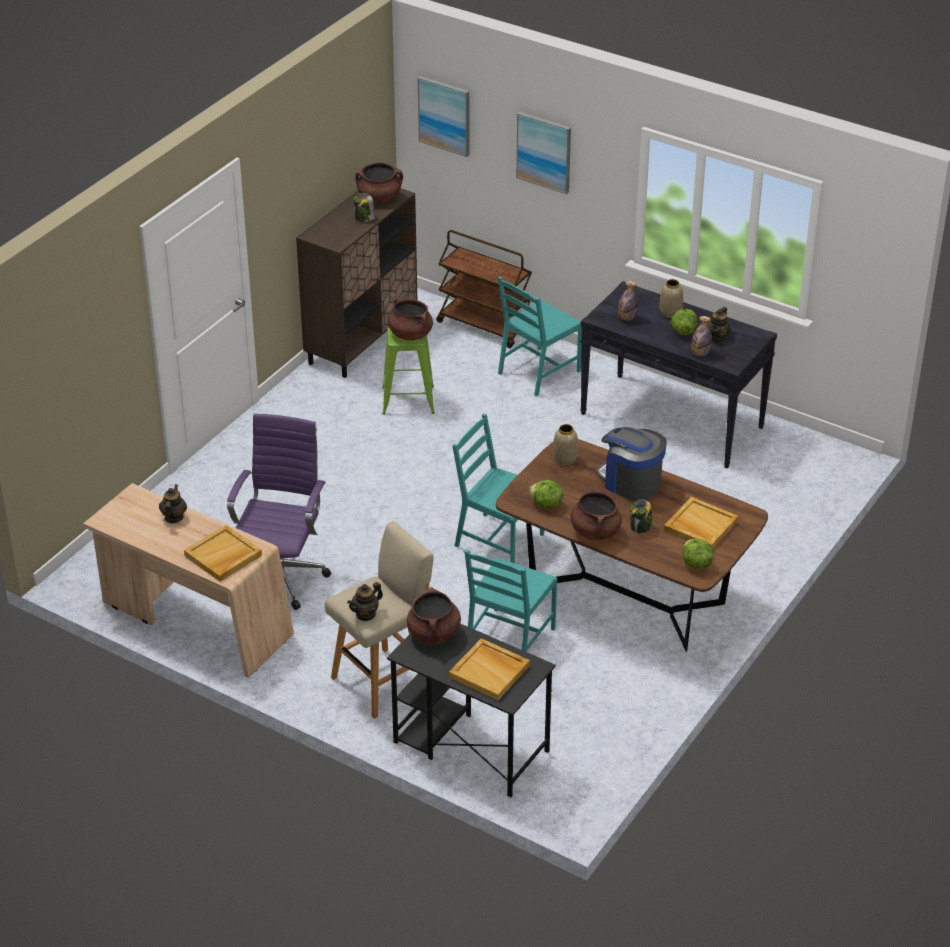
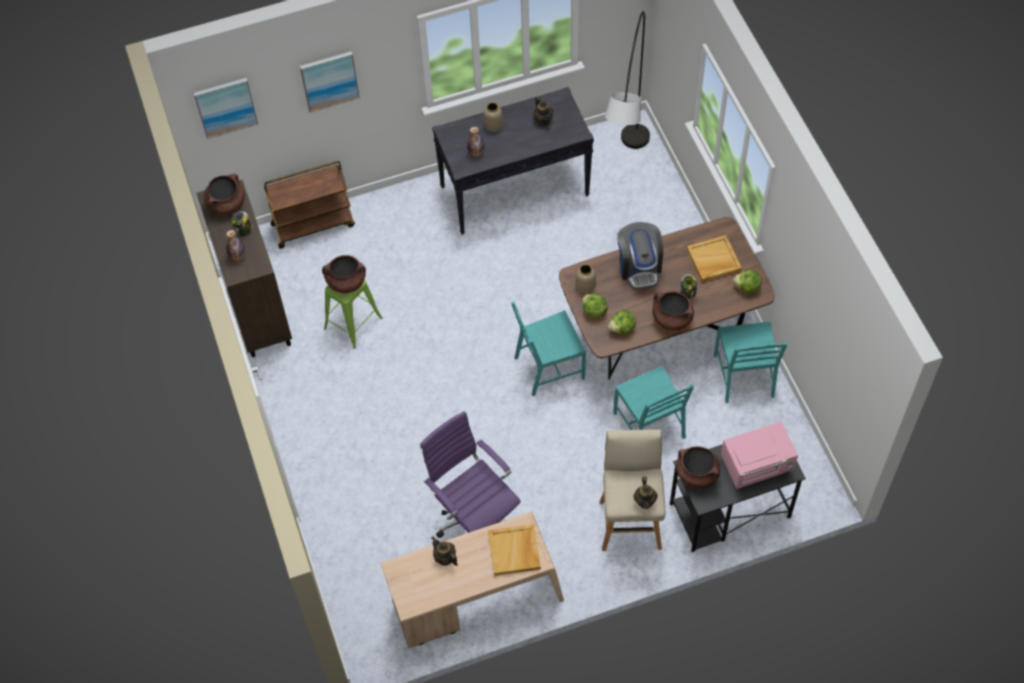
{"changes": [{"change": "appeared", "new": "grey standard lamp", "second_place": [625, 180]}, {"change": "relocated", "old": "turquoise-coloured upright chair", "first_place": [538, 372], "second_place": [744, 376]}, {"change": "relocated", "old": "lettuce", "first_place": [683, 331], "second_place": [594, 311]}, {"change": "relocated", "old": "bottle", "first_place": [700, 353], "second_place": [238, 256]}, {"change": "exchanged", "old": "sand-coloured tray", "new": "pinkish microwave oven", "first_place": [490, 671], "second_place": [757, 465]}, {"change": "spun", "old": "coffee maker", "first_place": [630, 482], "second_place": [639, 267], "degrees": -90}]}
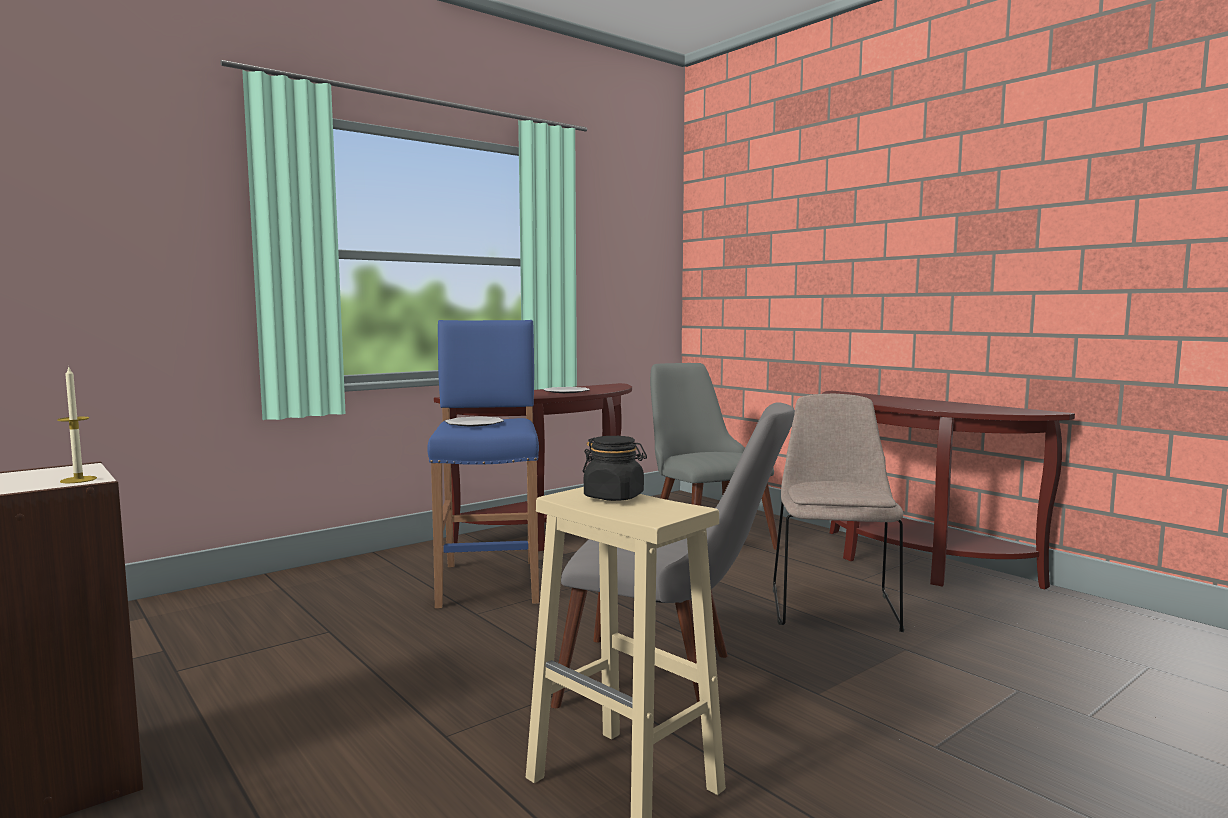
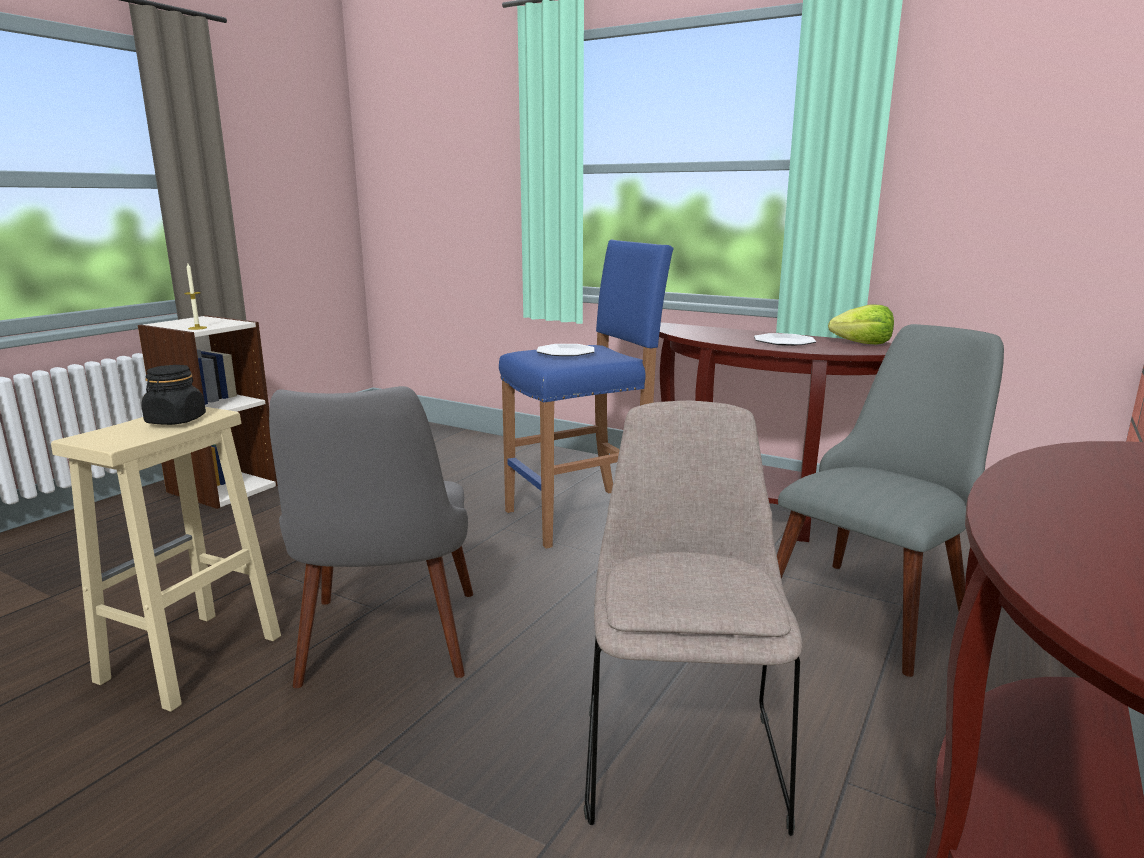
{"changes": [{"change": "appeared", "new": "lettuce", "second_place": [863, 344]}, {"change": "spun", "old": "sand-coloured upright chair", "first_place": [833, 606], "second_place": [682, 754], "degrees": -75}]}
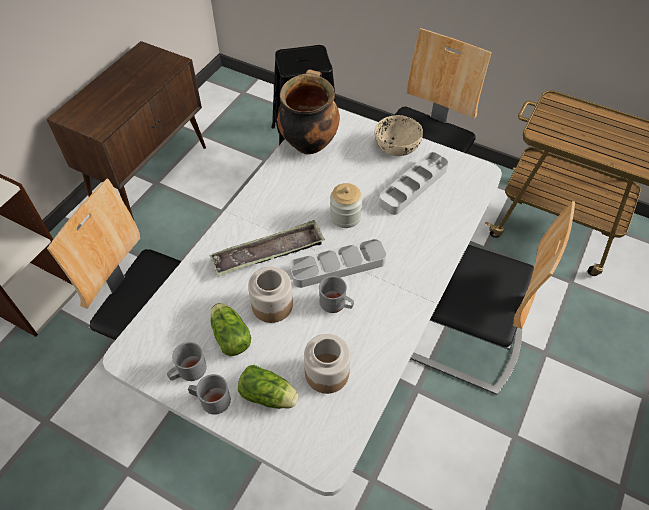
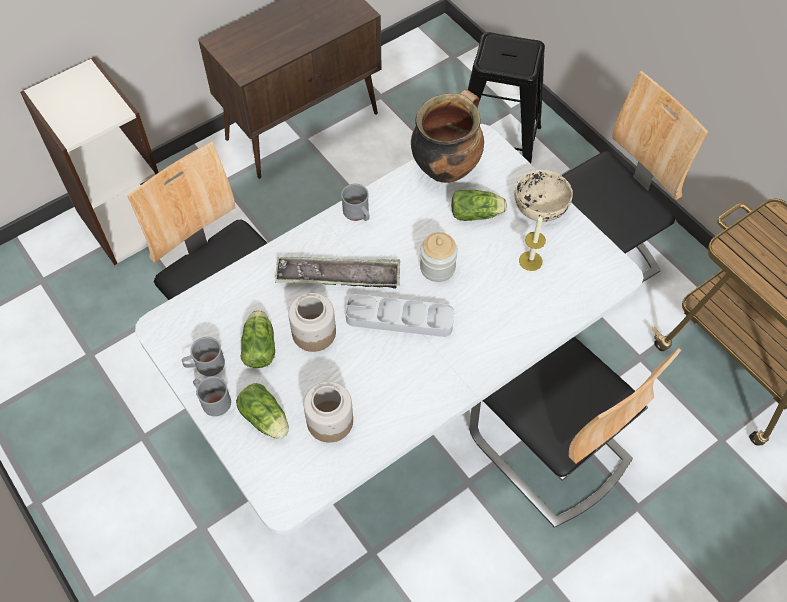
{"changes": [{"change": "appeared", "new": "lettuce", "second_place": [478, 214]}, {"change": "relocated", "old": "grey tea mug", "first_place": [336, 304], "second_place": [358, 213]}, {"change": "exchanged", "old": "grey tray", "new": "wax candle", "first_place": [413, 186], "second_place": [530, 261]}]}
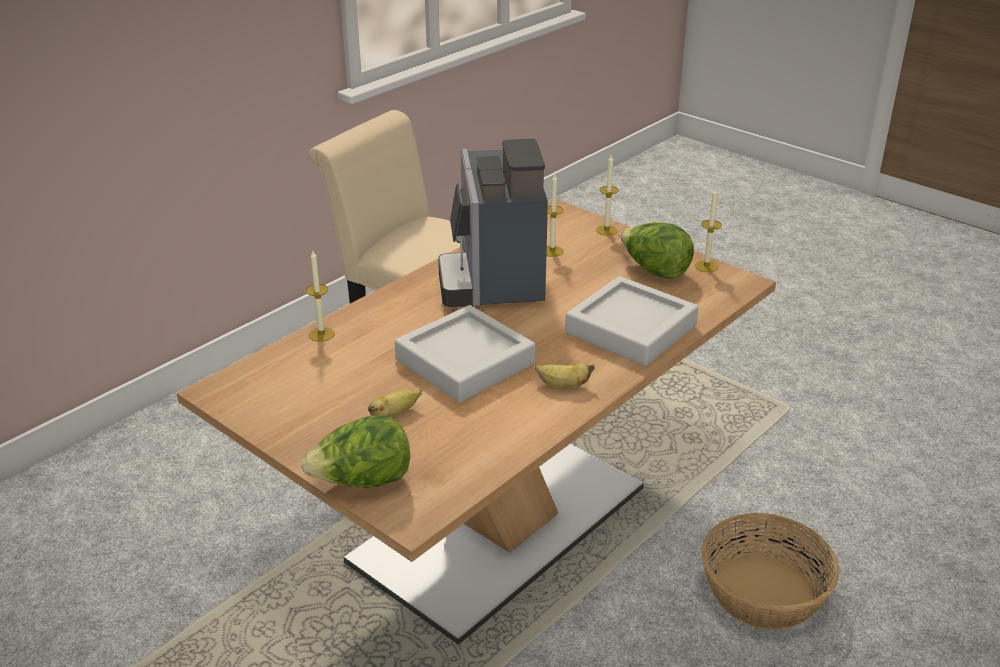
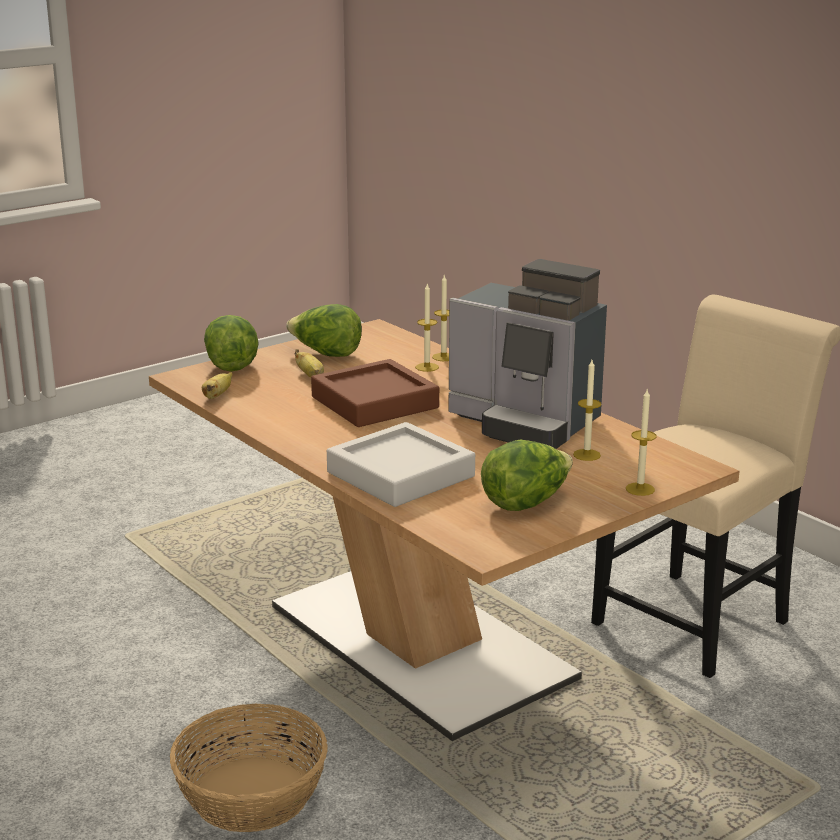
{"changes": [{"change": "appeared", "new": "lettuce", "second_place": [326, 354]}, {"change": "relocated", "old": "banana fruit", "first_place": [563, 385], "second_place": [217, 396]}, {"change": "relocated", "old": "wax candle", "first_place": [706, 266], "second_place": [427, 367]}, {"change": "colour", "old": "grey tray", "new": "brown tray", "first_place": [465, 362], "second_place": [374, 402]}, {"change": "spun", "old": "coffee maker", "first_place": [494, 279], "second_place": [525, 423], "degrees": -150}]}
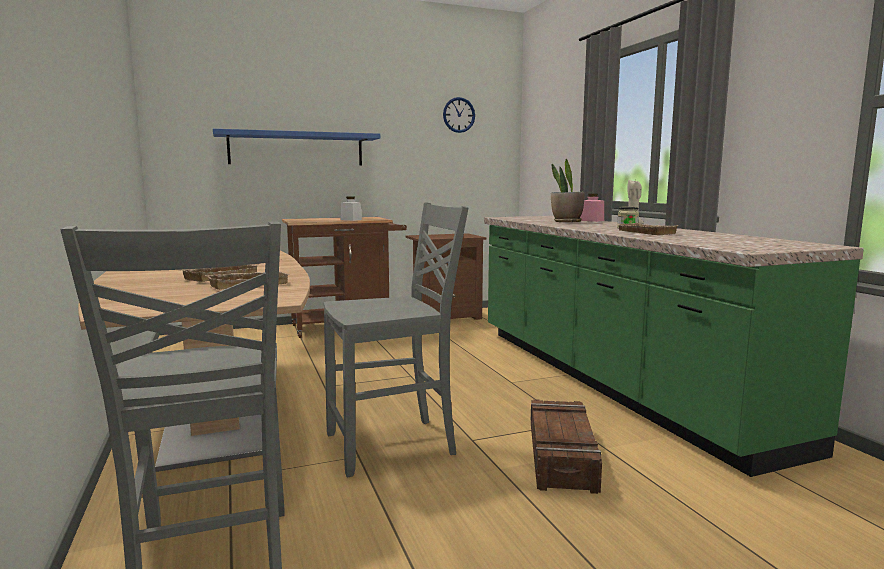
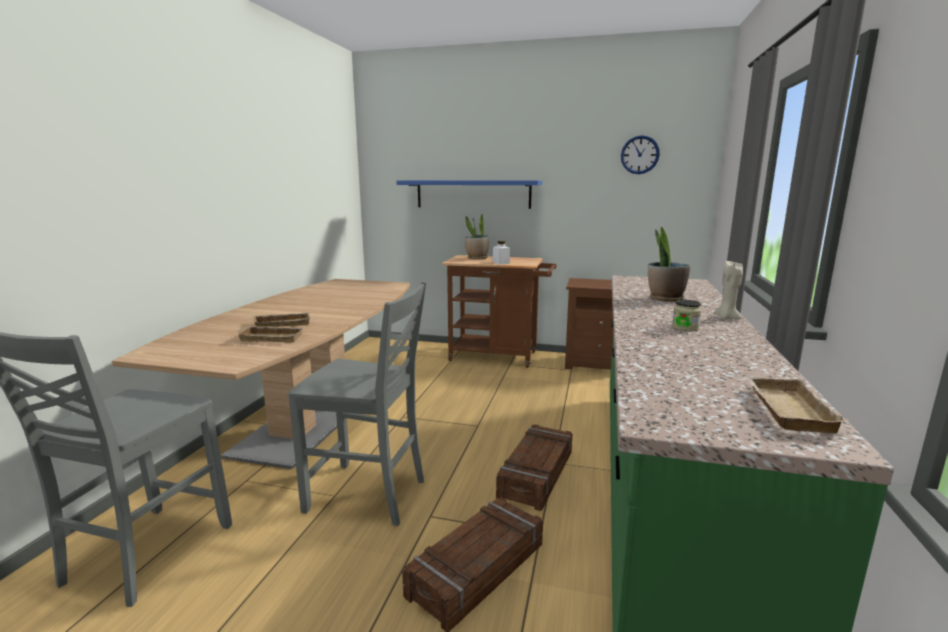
{"changes": [{"change": "missing", "old": "pinkish storage jar", "first_place": [591, 220]}, {"change": "appeared", "new": "houseplant", "second_place": [477, 258]}, {"change": "appeared", "new": "packing crate", "second_place": [537, 474]}, {"change": "relocated", "old": "sand-coloured tray", "first_place": [643, 233], "second_place": [785, 409]}]}
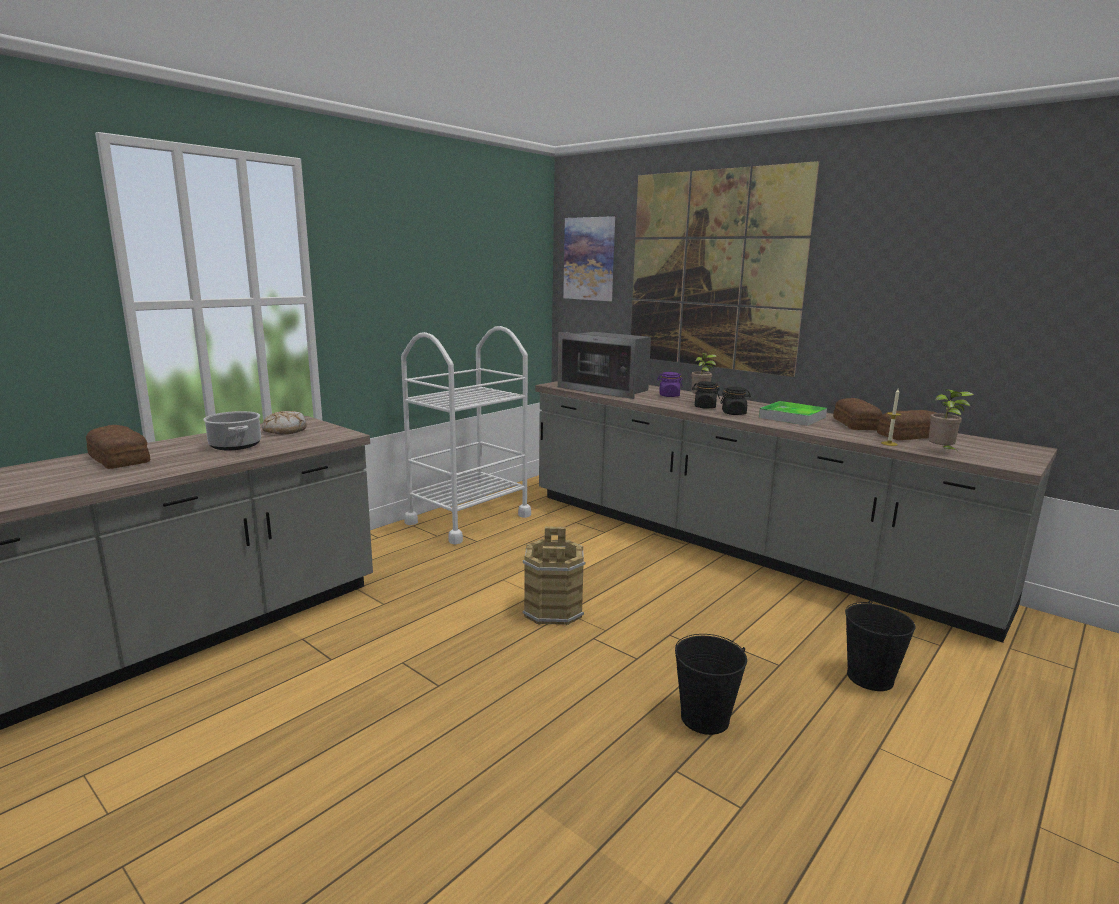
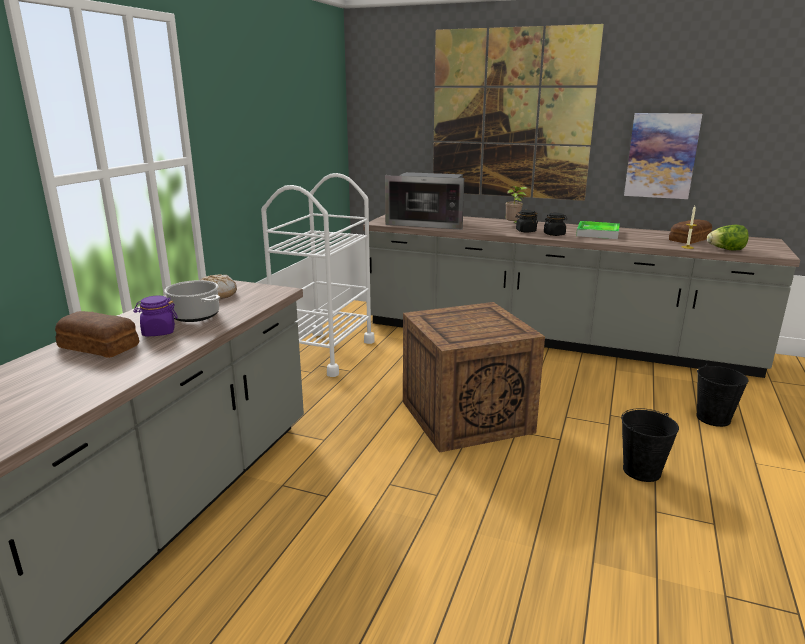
{"changes": [{"change": "missing", "old": "bakery bread", "first_place": [856, 424]}, {"change": "relocated", "old": "picture", "first_place": [589, 259], "second_place": [661, 156]}, {"change": "relocated", "old": "purplish storage jar", "first_place": [669, 395], "second_place": [158, 332]}, {"change": "exchanged", "old": "brown bucket", "new": "packing crate", "first_place": [553, 610], "second_place": [467, 415]}, {"change": "exchanged", "old": "houseplant", "new": "lettuce", "first_place": [942, 452], "second_place": [726, 250]}]}
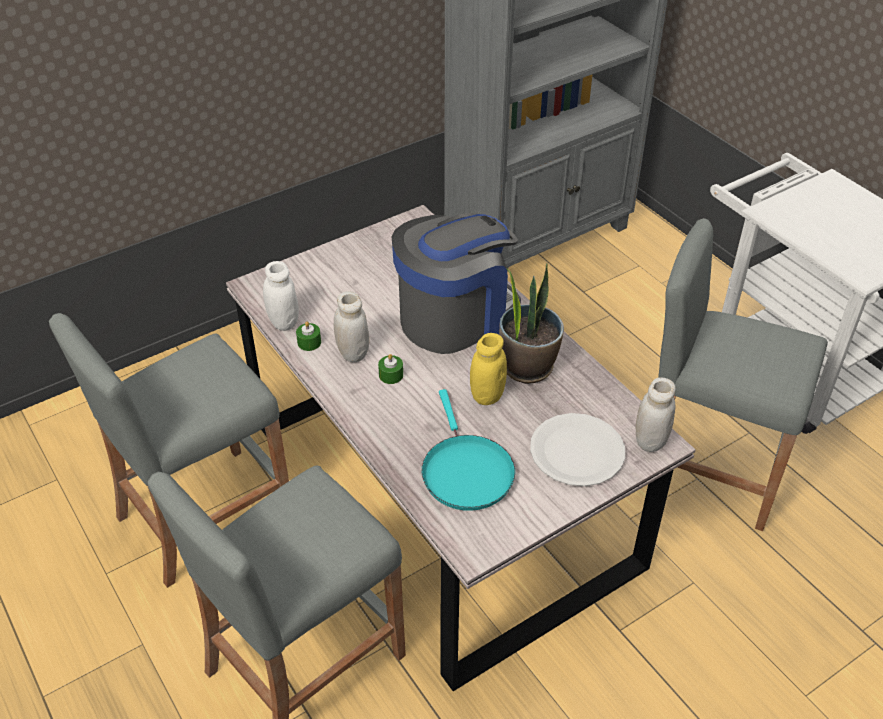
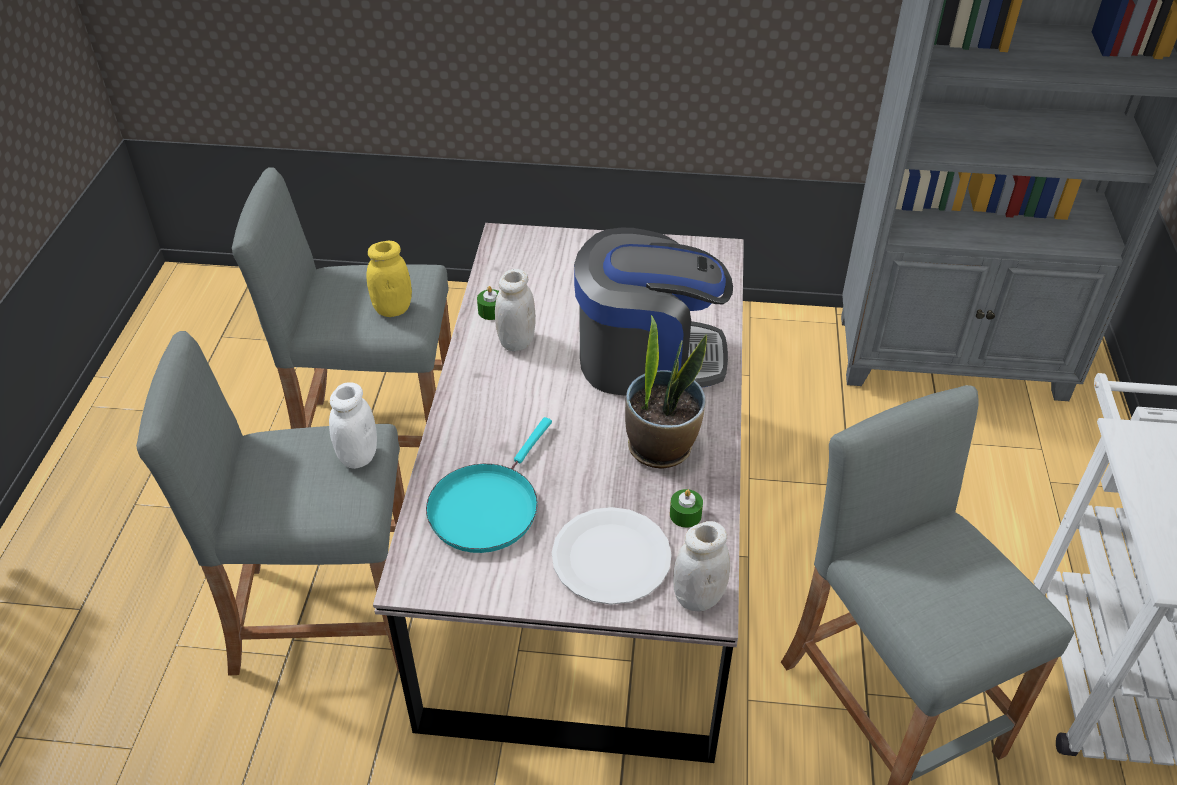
{"changes": [{"change": "relocated", "old": "white storage jar", "first_place": [284, 322], "second_place": [358, 456]}, {"change": "relocated", "old": "green wax candle", "first_place": [391, 375], "second_place": [685, 515]}, {"change": "relocated", "old": "yellow storage jar", "first_place": [487, 395], "second_place": [393, 309]}]}
